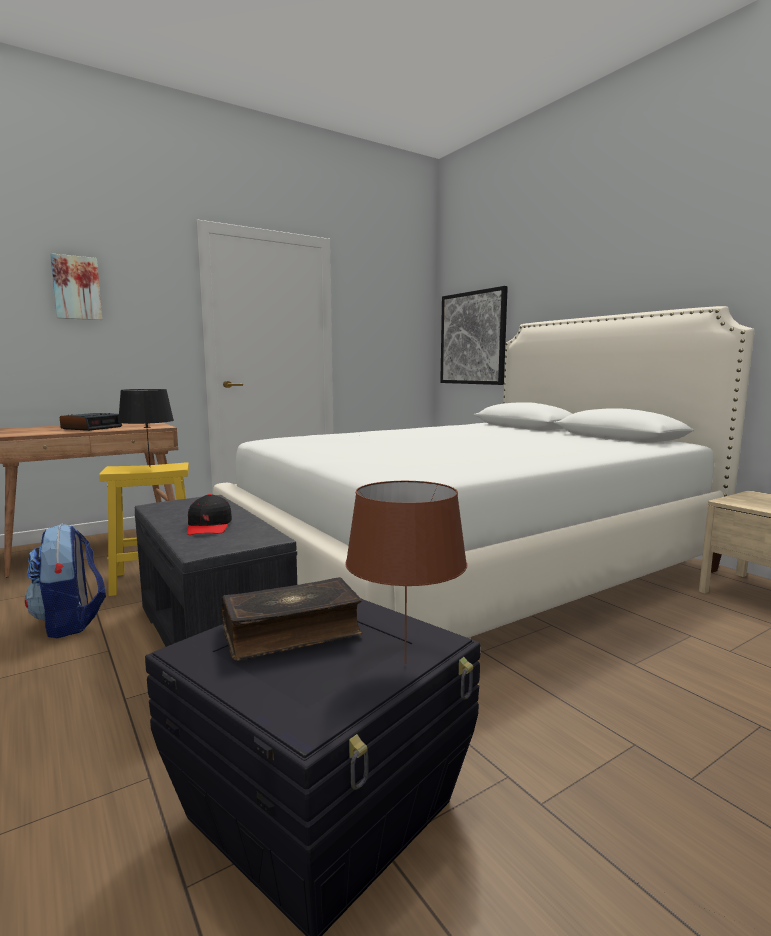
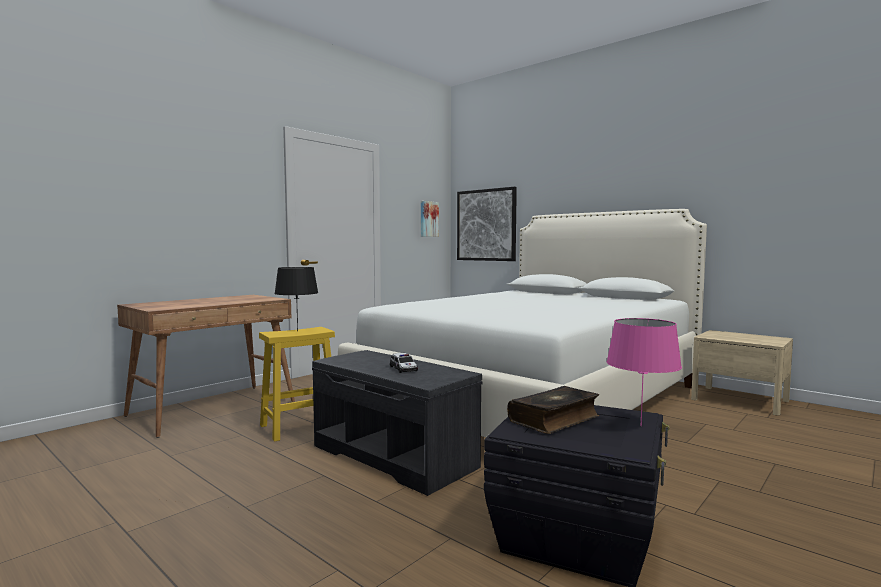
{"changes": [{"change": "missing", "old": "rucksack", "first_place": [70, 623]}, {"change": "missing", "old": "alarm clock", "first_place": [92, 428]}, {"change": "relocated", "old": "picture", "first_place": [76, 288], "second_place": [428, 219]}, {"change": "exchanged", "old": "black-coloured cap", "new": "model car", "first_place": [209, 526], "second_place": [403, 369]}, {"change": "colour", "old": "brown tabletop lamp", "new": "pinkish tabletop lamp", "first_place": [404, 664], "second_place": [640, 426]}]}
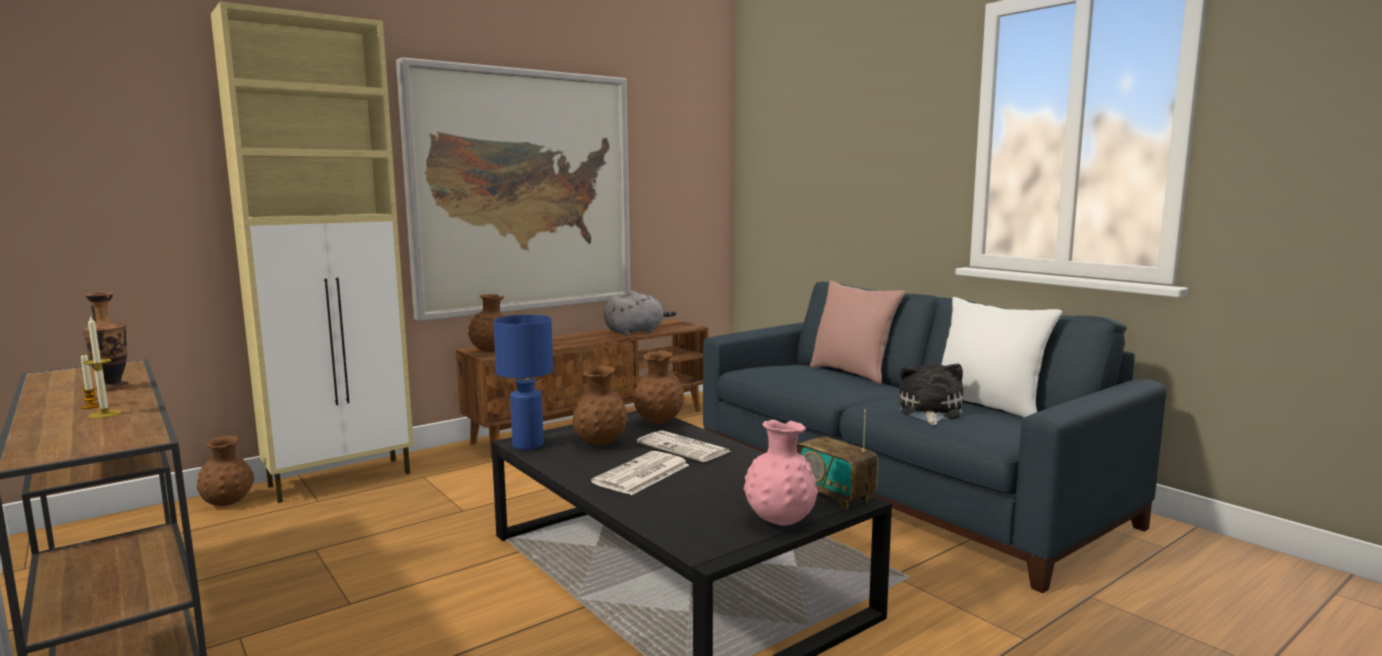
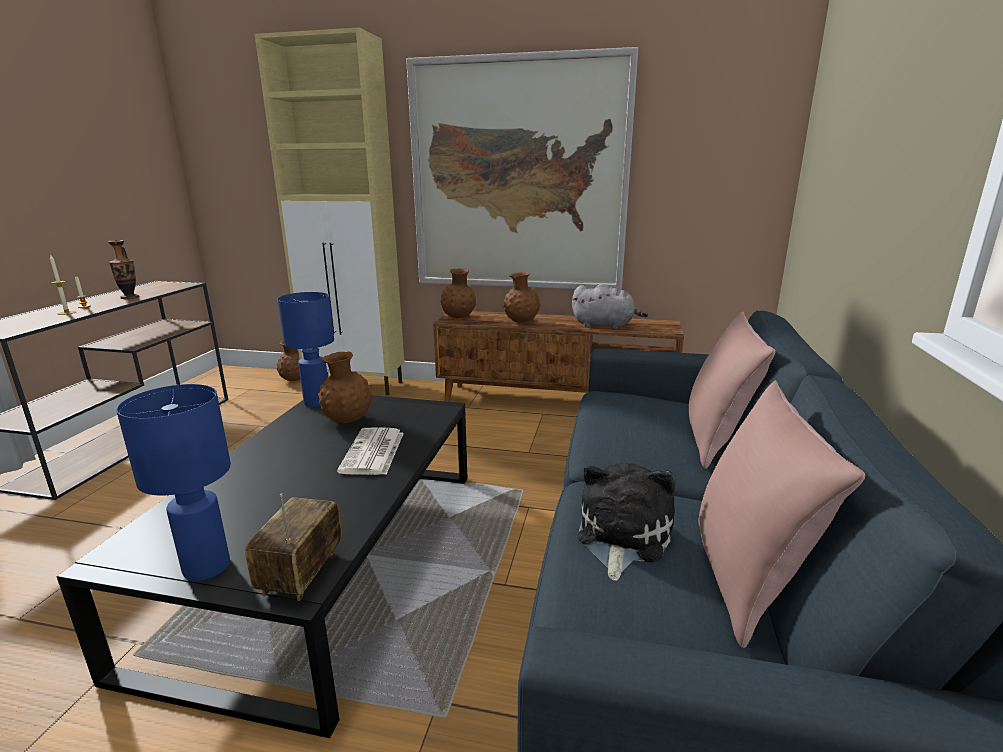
{"changes": [{"change": "missing", "old": "newspaper", "first_place": [641, 474]}, {"change": "relocated", "old": "brown decorative vase", "first_place": [659, 422], "second_place": [521, 322]}, {"change": "exchanged", "old": "pinkish decorative vase", "new": "bluish tabletop lamp", "first_place": [780, 521], "second_place": [205, 567]}, {"change": "colour", "old": "white cushion", "new": "pinkish cushion", "first_place": [989, 407], "second_place": [746, 578]}, {"change": "spun", "old": "cuddly toy", "first_place": [929, 412], "second_place": [621, 536], "degrees": -45}]}
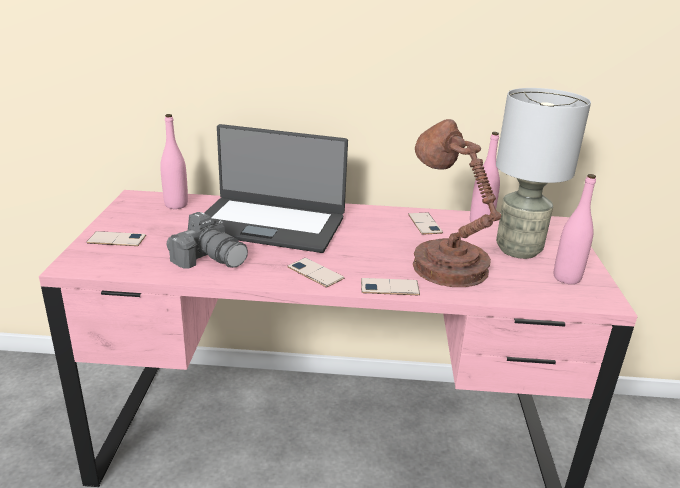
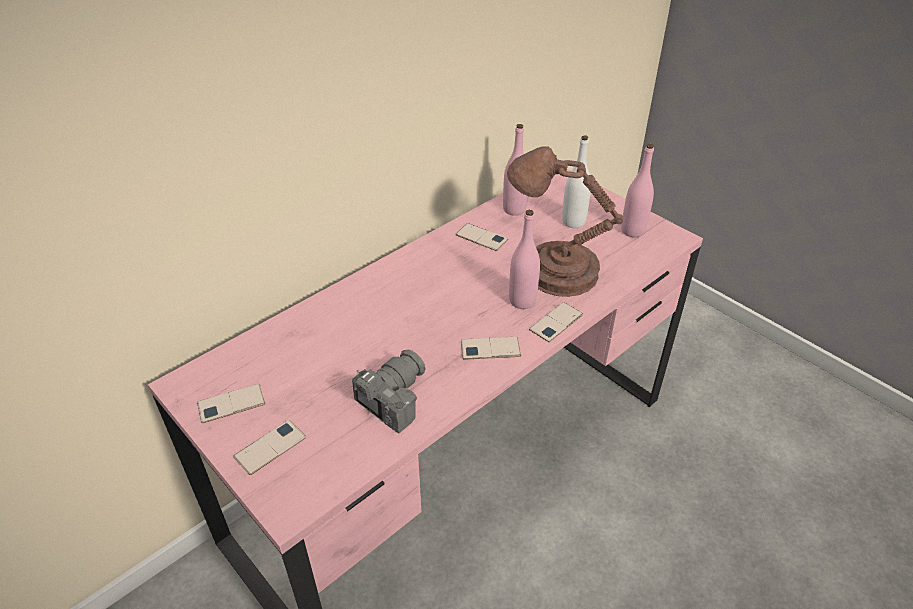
{"changes": [{"change": "missing", "old": "portable computer", "first_place": [269, 224]}, {"change": "appeared", "new": "handset", "second_place": [231, 404]}, {"change": "relocated", "old": "pinkish bottle", "first_place": [176, 205], "second_place": [522, 301]}, {"change": "exchanged", "old": "grey tabletop lamp", "new": "white bottle", "first_place": [519, 249], "second_place": [573, 222]}, {"change": "spun", "old": "photo camera", "first_place": [210, 258], "second_place": [390, 399], "degrees": -45}]}
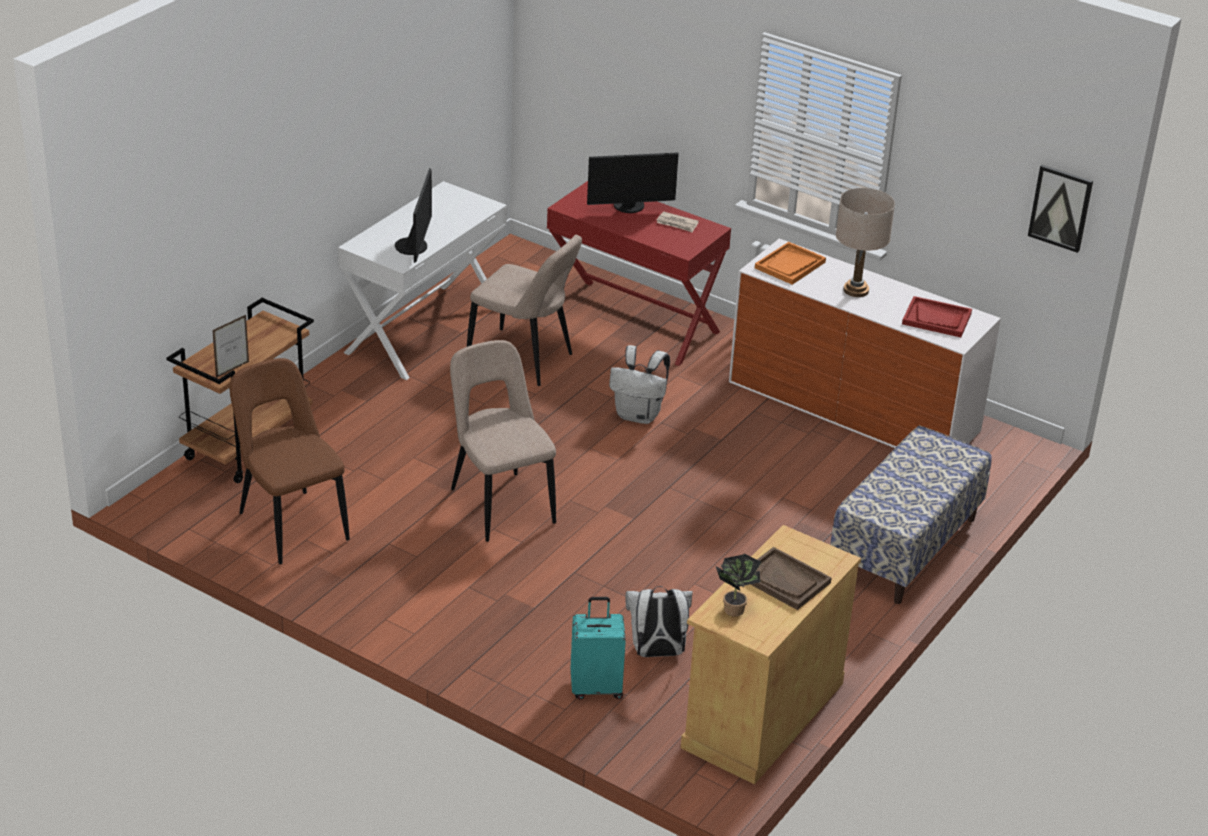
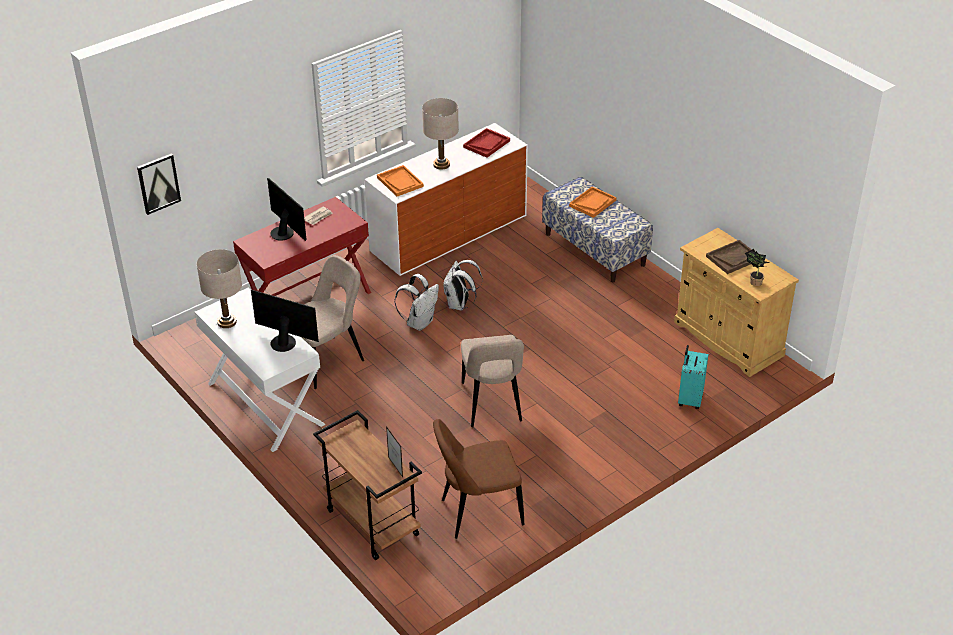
{"changes": [{"change": "appeared", "new": "sand-coloured tabletop lamp", "second_place": [227, 322]}, {"change": "appeared", "new": "orange tray", "second_place": [592, 203]}, {"change": "relocated", "old": "white rucksack", "first_place": [657, 653], "second_place": [460, 305]}, {"change": "relocated", "old": "picture", "first_place": [1060, 207], "second_place": [158, 183]}, {"change": "spun", "old": "sand-coloured upright chair", "first_place": [500, 503], "second_place": [492, 405], "degrees": -90}, {"change": "spun", "old": "computer display", "first_place": [629, 207], "second_place": [284, 232], "degrees": -45}]}
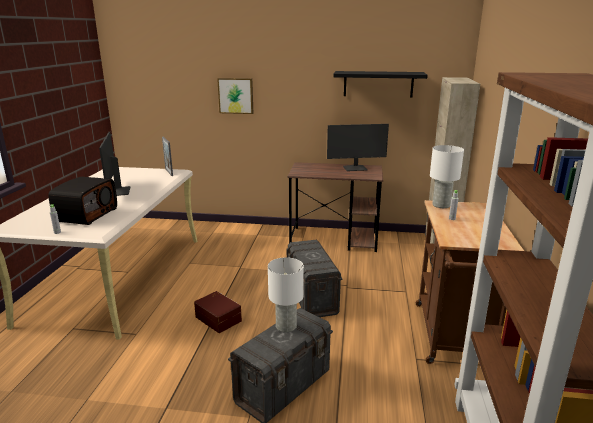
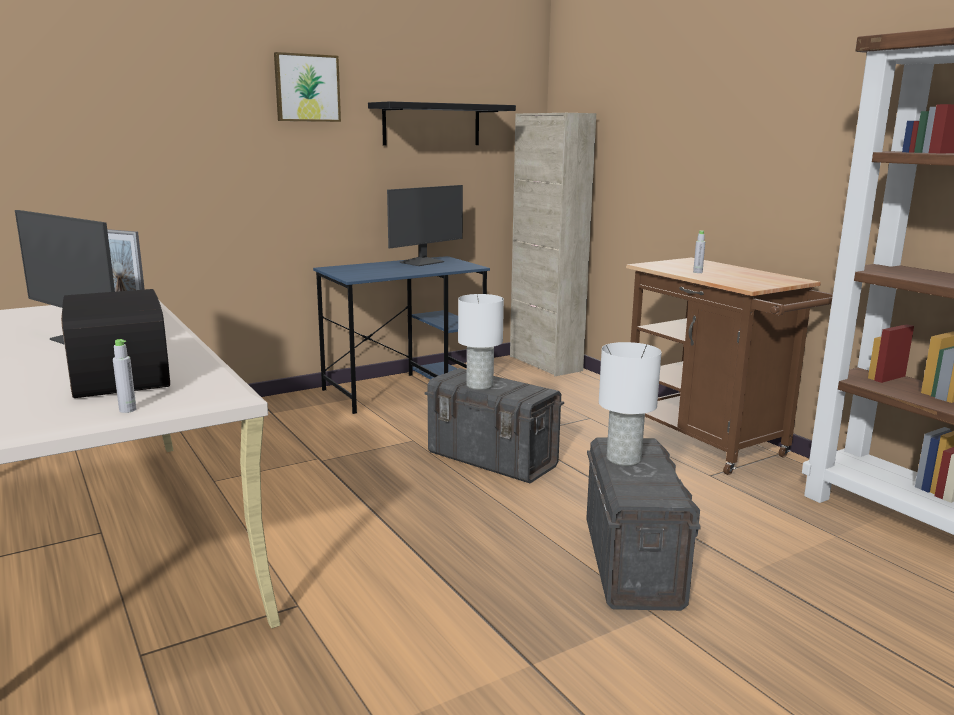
{"changes": [{"change": "missing", "old": "brown storage bin", "first_place": [219, 318]}, {"change": "relocated", "old": "picture", "first_place": [236, 95], "second_place": [307, 88]}, {"change": "relocated", "old": "white tabletop lamp", "first_place": [441, 205], "second_place": [480, 385]}, {"change": "colour", "old": "brown desk", "new": "bluish desk", "first_place": [334, 239], "second_place": [405, 389]}]}
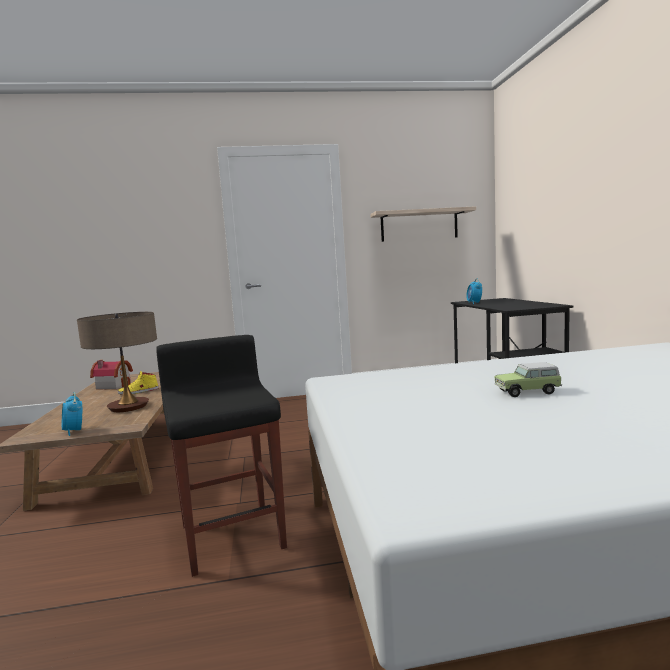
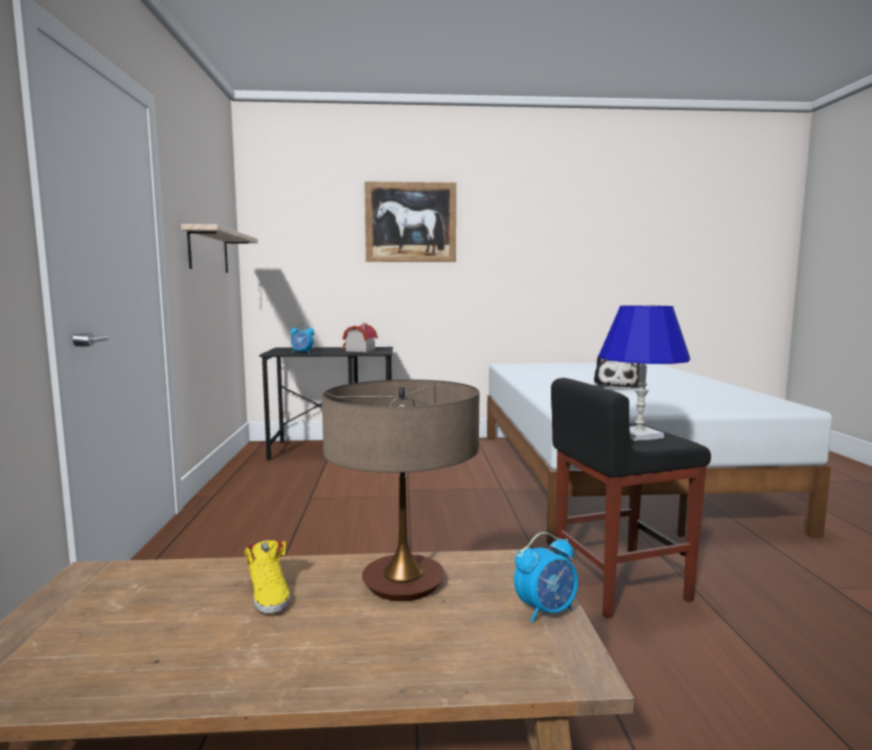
{"changes": [{"change": "appeared", "new": "picture", "second_place": [410, 222]}, {"change": "appeared", "new": "bluish tabletop lamp", "second_place": [639, 435]}, {"change": "relocated", "old": "miniature house", "first_place": [114, 385], "second_place": [358, 350]}, {"change": "exchanged", "old": "model car", "new": "cuddly toy", "first_place": [529, 392], "second_place": [615, 386]}]}
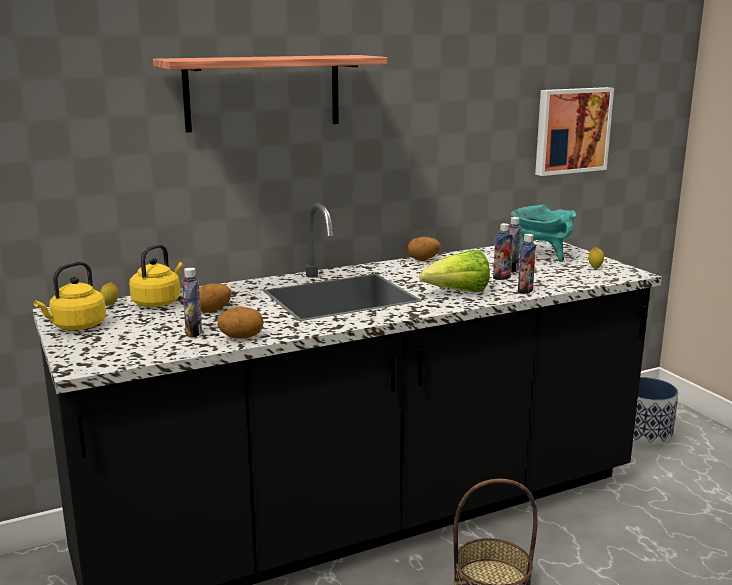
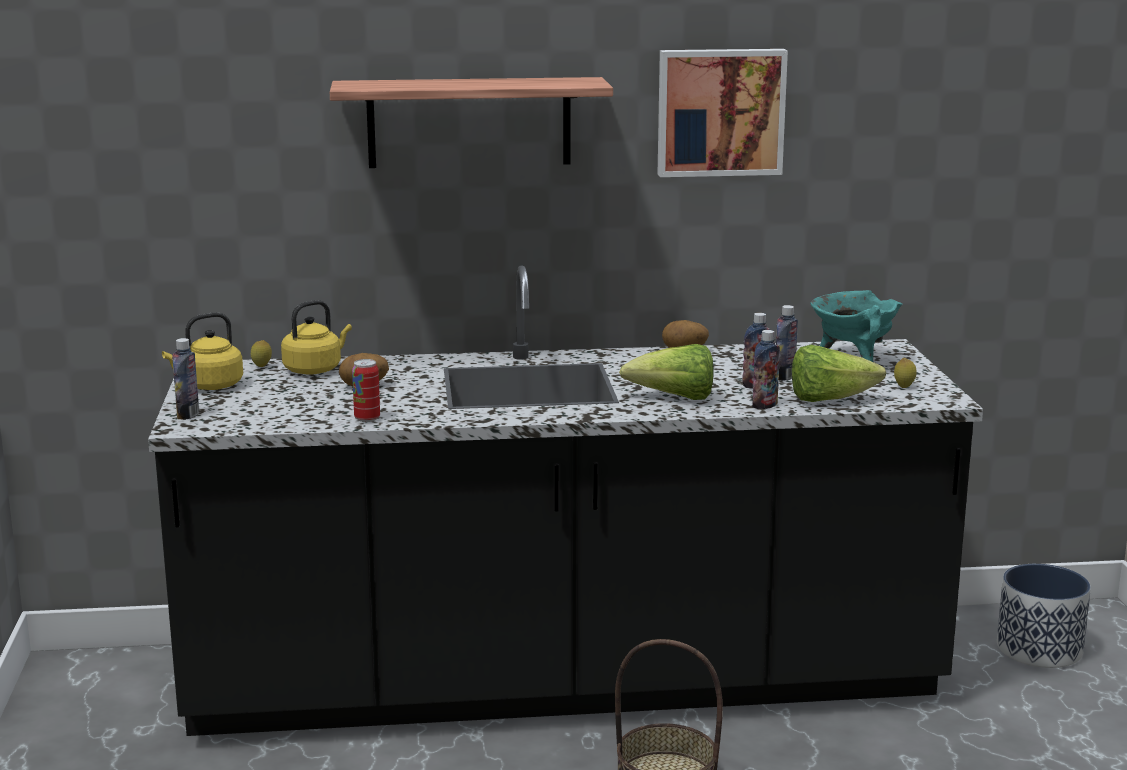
{"changes": [{"change": "appeared", "new": "lettuce", "second_place": [829, 400]}, {"change": "relocated", "old": "bottle", "first_place": [194, 333], "second_place": [188, 415]}, {"change": "relocated", "old": "picture", "first_place": [571, 130], "second_place": [720, 112]}, {"change": "exchanged", "old": "whole potato", "new": "metal can", "first_place": [241, 337], "second_place": [367, 418]}]}
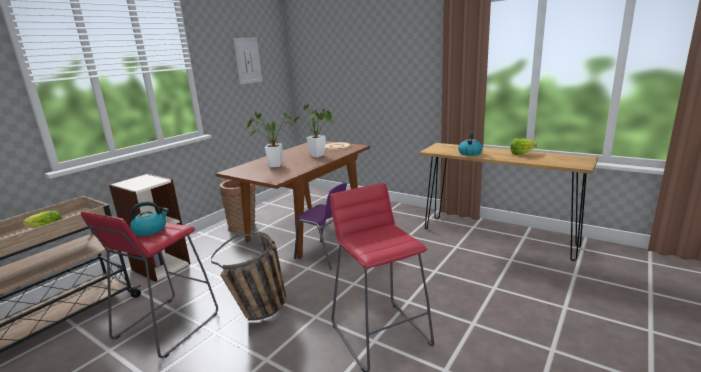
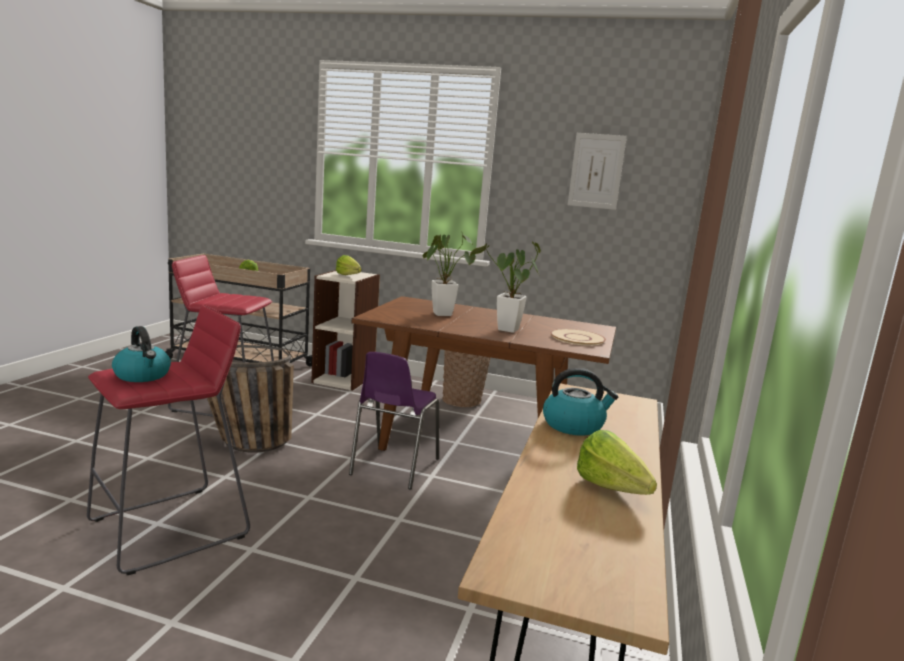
{"changes": [{"change": "appeared", "new": "lettuce", "second_place": [349, 276]}, {"change": "relocated", "old": "water kettle", "first_place": [151, 230], "second_place": [143, 376]}]}
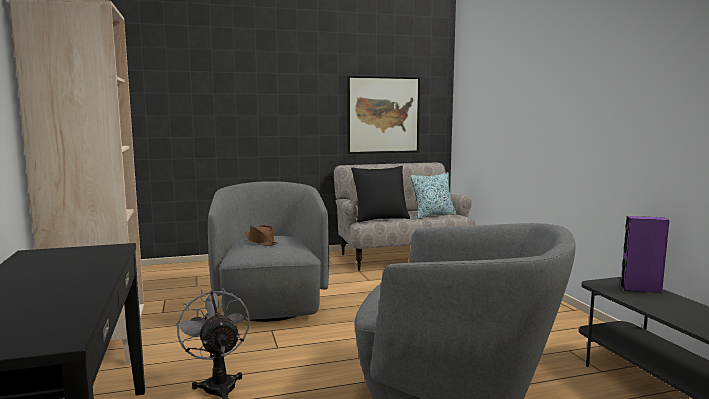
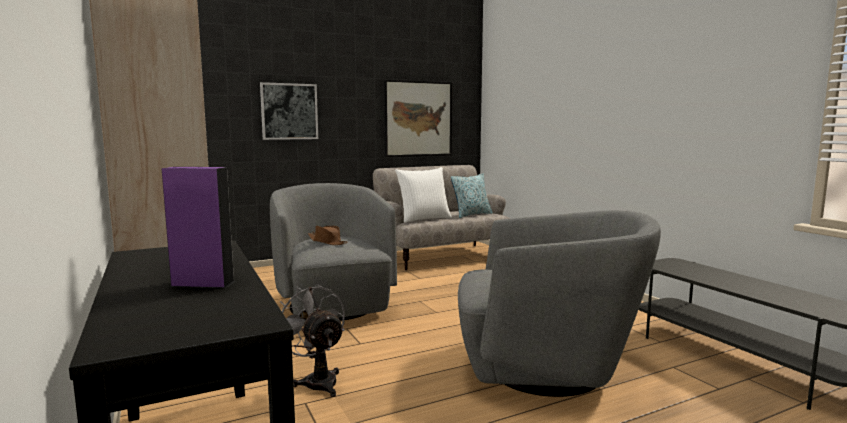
{"changes": [{"change": "appeared", "new": "picture", "second_place": [289, 111]}, {"change": "relocated", "old": "purplish audio speaker", "first_place": [640, 289], "second_place": [202, 284]}, {"change": "colour", "old": "black-coloured cushion", "new": "white cushion", "first_place": [380, 219], "second_place": [423, 219]}]}
